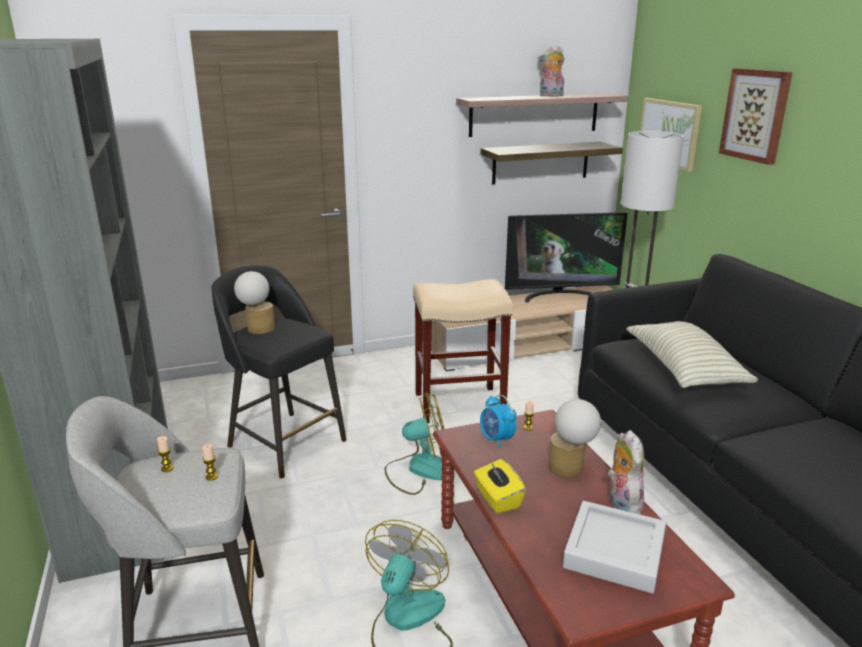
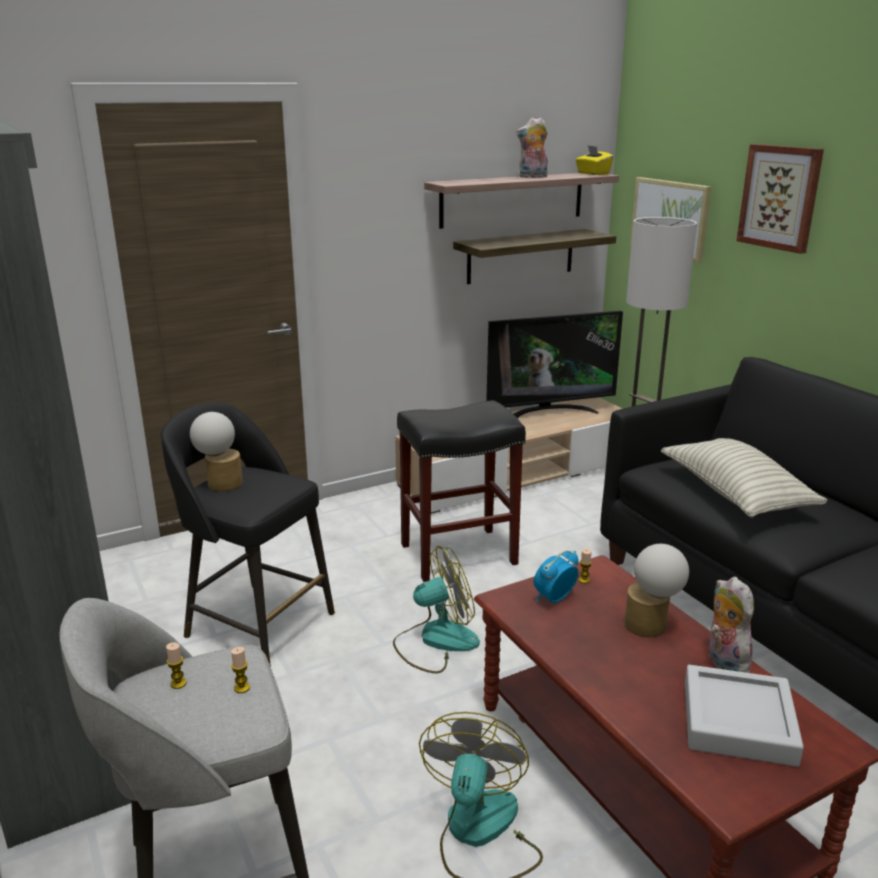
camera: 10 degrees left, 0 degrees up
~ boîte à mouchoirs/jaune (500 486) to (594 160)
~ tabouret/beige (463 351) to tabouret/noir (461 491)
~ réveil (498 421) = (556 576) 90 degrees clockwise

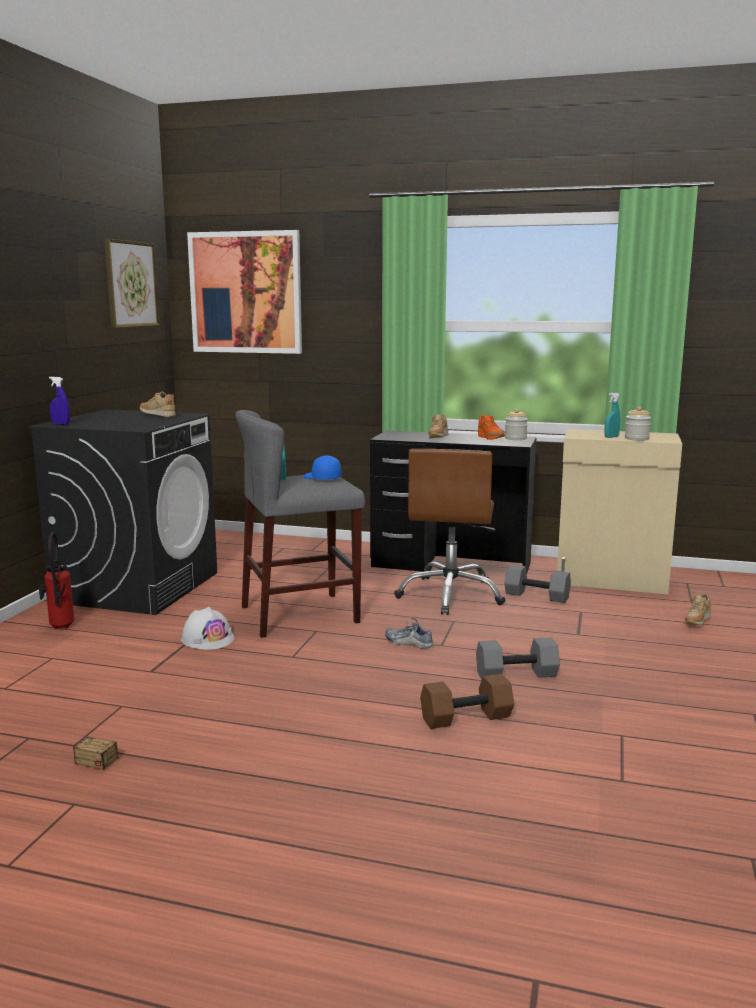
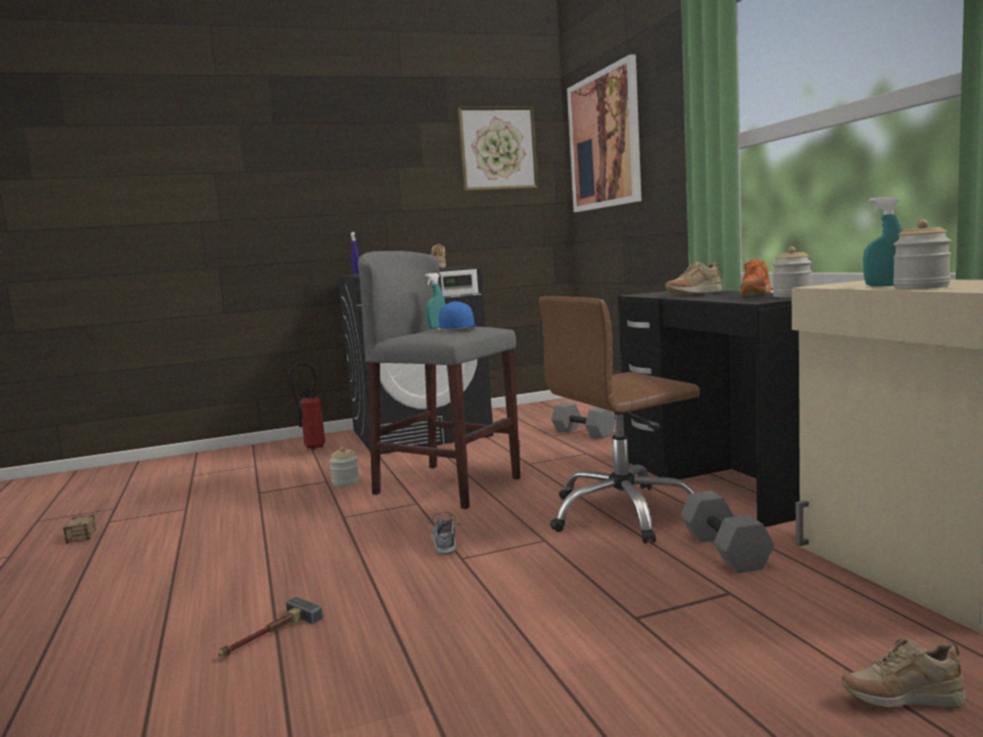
camera: 55 degrees right, 5 degrees down
~ haltère/gris (518 658) to (583 420)
~ casque de chantier/blanc (207 628) to bocal (344 467)
~ haltère/marron (467 701) to marteau (270 627)

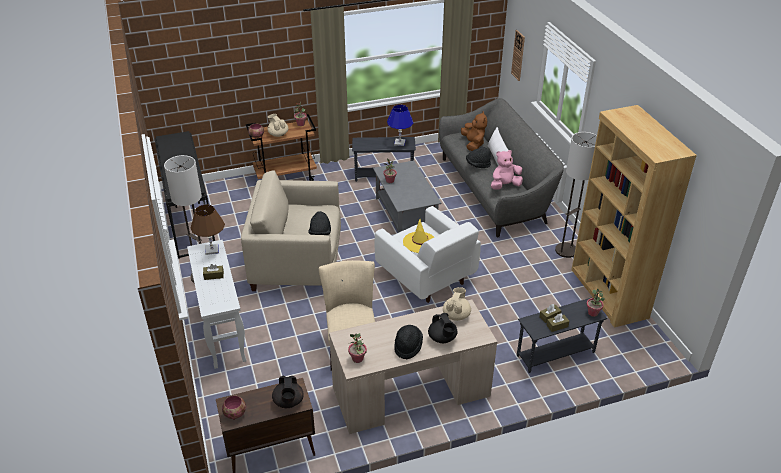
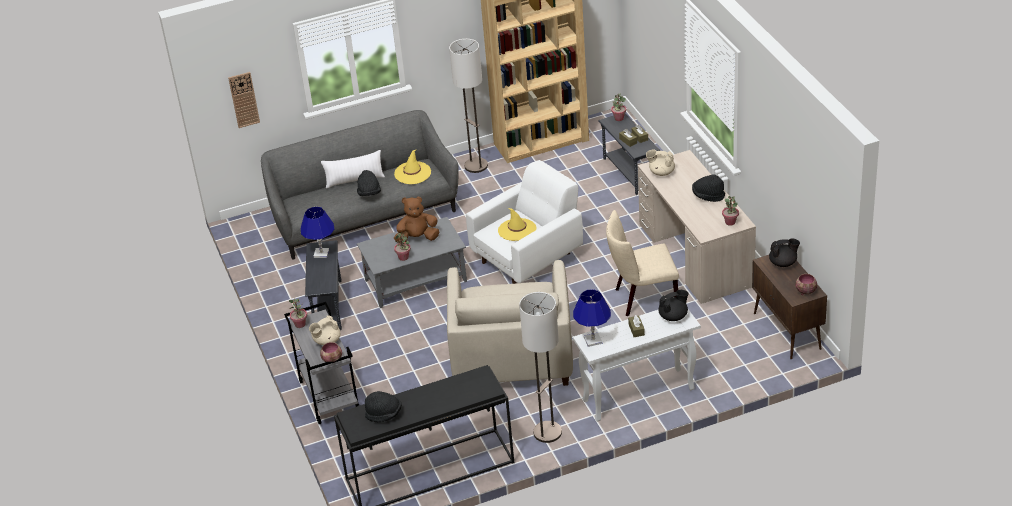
camera: 90 degrees left, 0 degrees up
~ chapeau/noir (319 223) to (383 406)
~ théière/noir (442 328) to (673 305)
~ peluche/marron (474 131) to (416 220)
~ peluche/rose (507 169) to chapeau/jaune (412 167)
~ lampe de table/marron (208 230) to lampe de table/bleu (592 318)
~ chariot/marron (281 147) to chariot/gris (322 363)

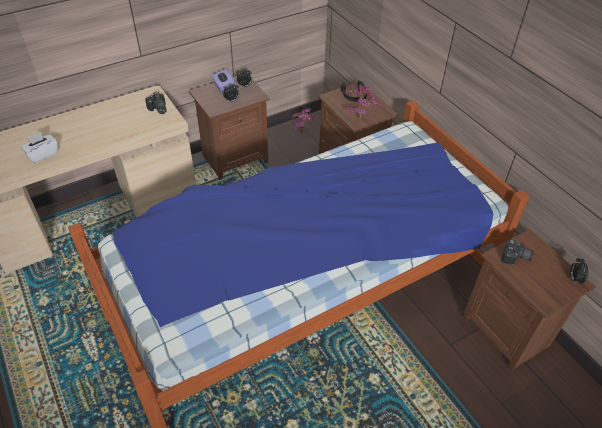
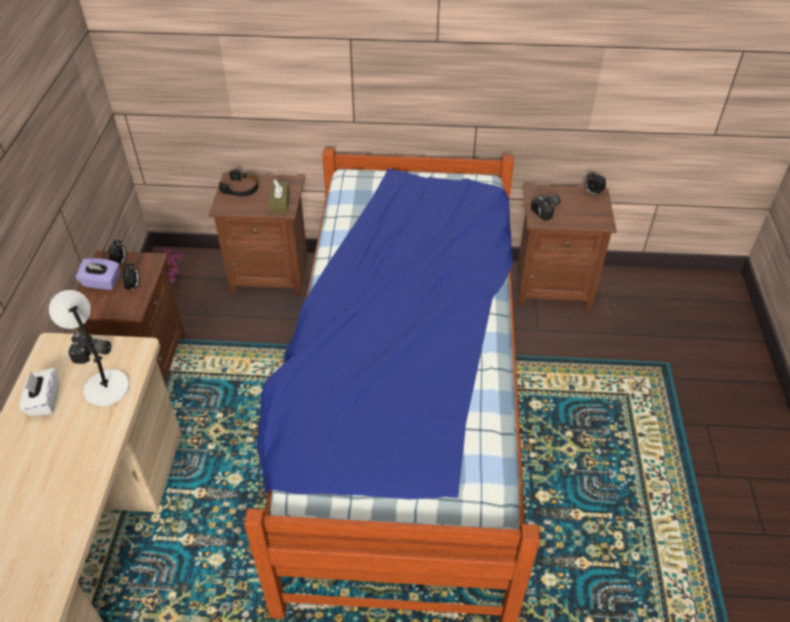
camera: 55 degrees left, 0 degrees up
+ lampe de table/blanc (89 348)
~ boîte à mouchoirs/blanc (39 147) to (39 392)
~ plante en pot (364 102) to boîte à mouchoirs/marron (279 196)

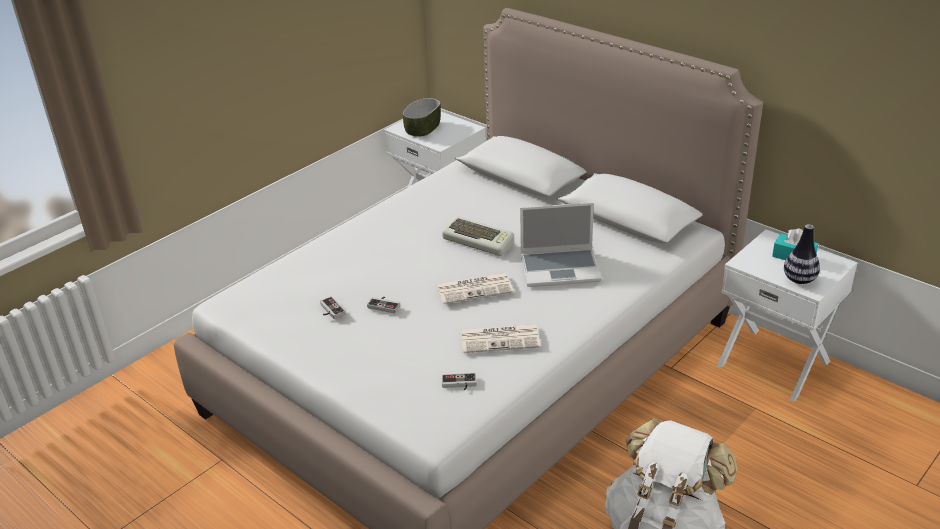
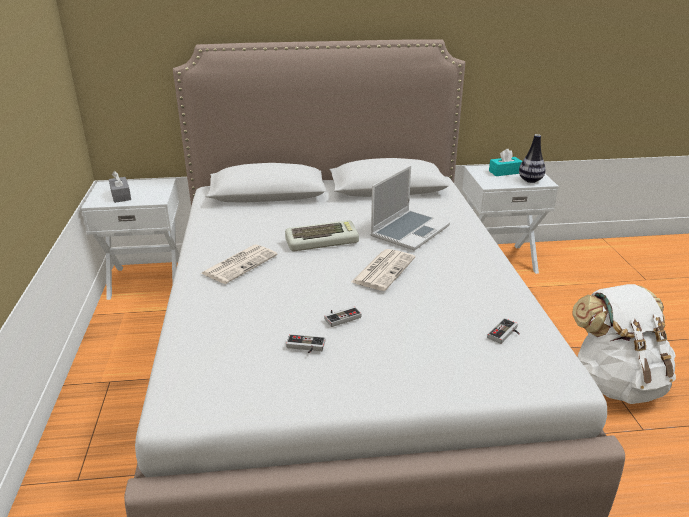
camera: 50 degrees left, 5 degrees down
~ journal (500 338) to (239 264)
~ bol (422 117) to boîte à mouchoirs/gris (120 187)

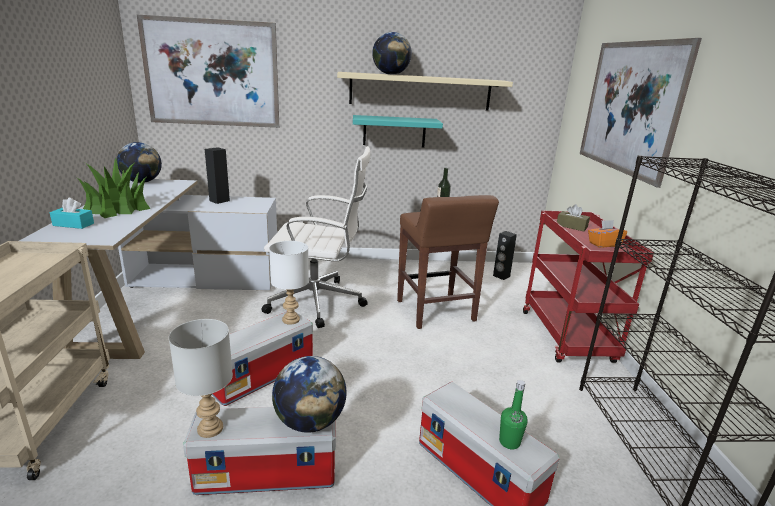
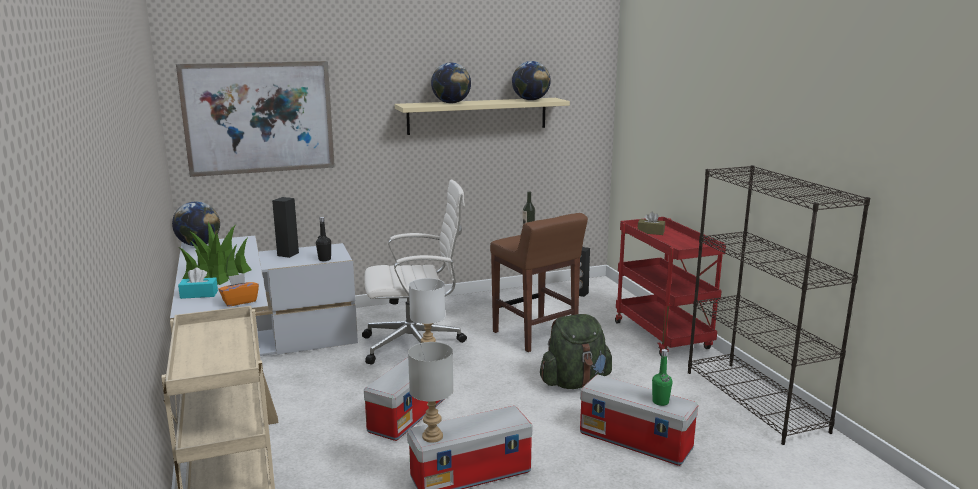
camera: 15 degrees left, 5 degrees down
- étagère/turquoise (398 131)
- tableau (641 113)
+ bouteille/noir (323 239)
+ sac à dos/vert (576 351)
~ globe (309 394) to (531 81)
~ boîte à mouchoirs/orange (607 234) to (238 290)

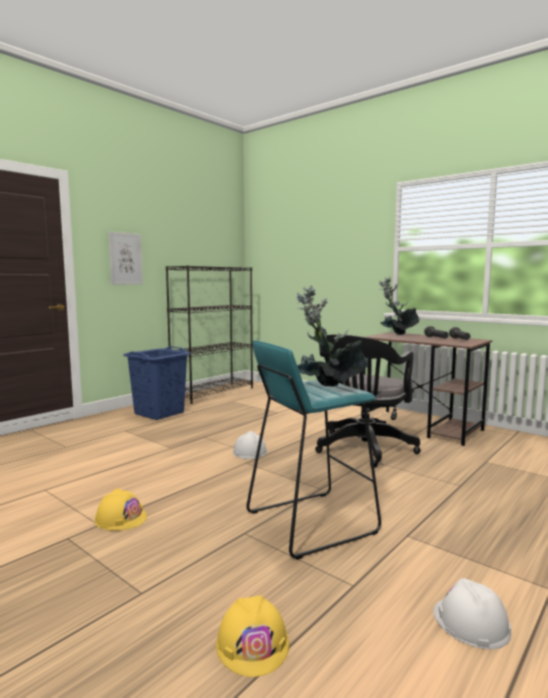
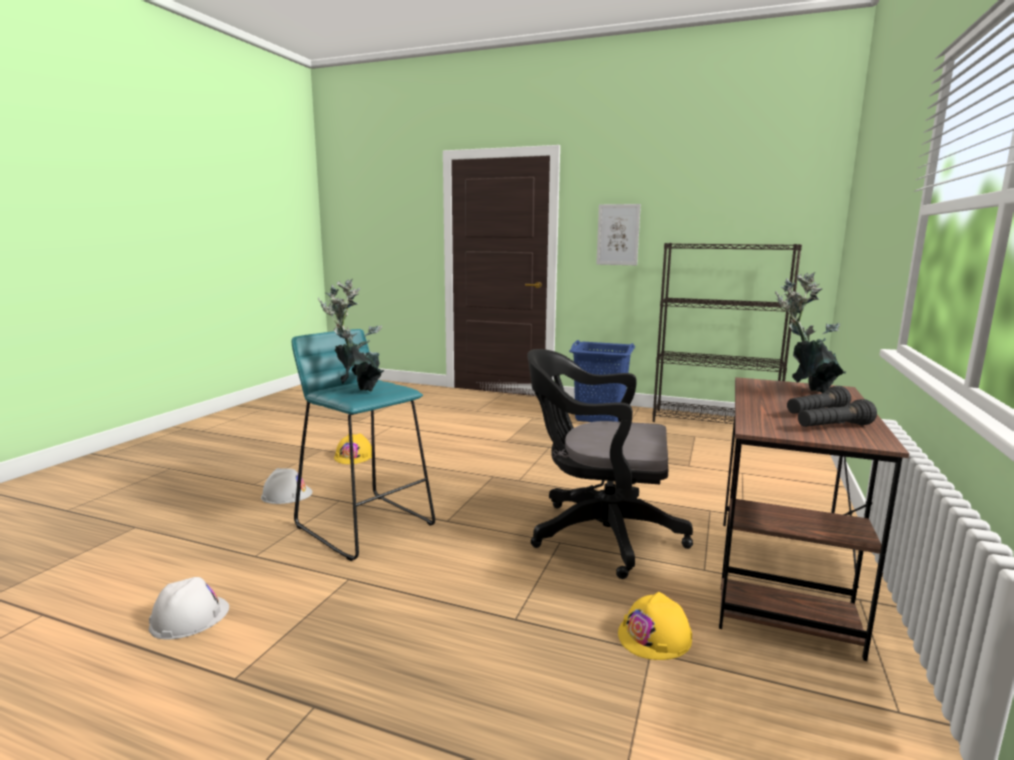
camera: 70 degrees right, 5 degrees up
~ casque de chantier/jaune (252 636) to (655 626)
~ casque de chantier/blanc (250 445) to (287 486)

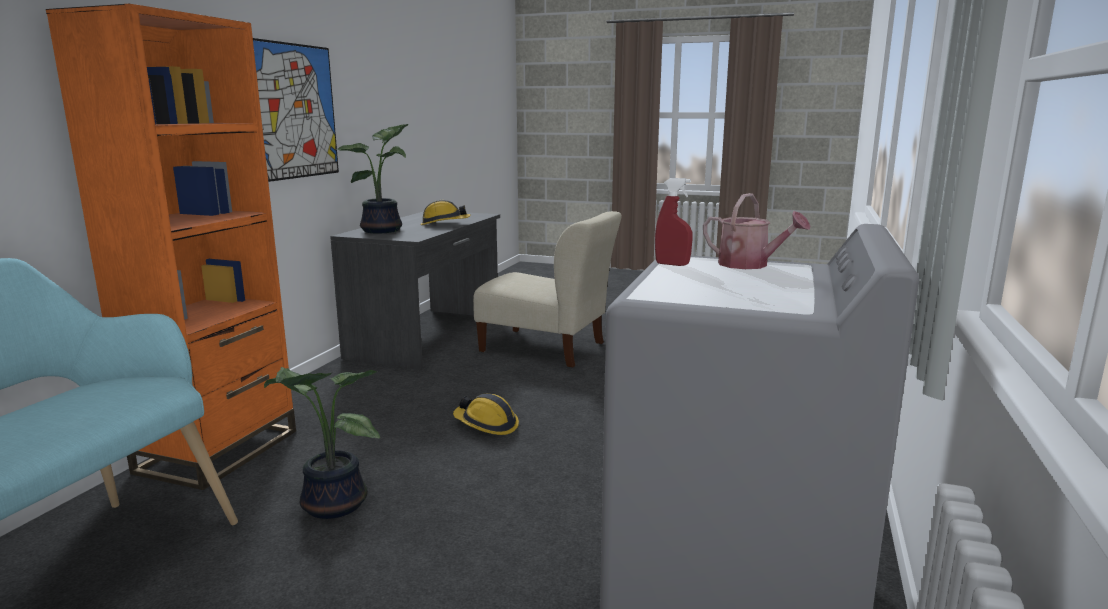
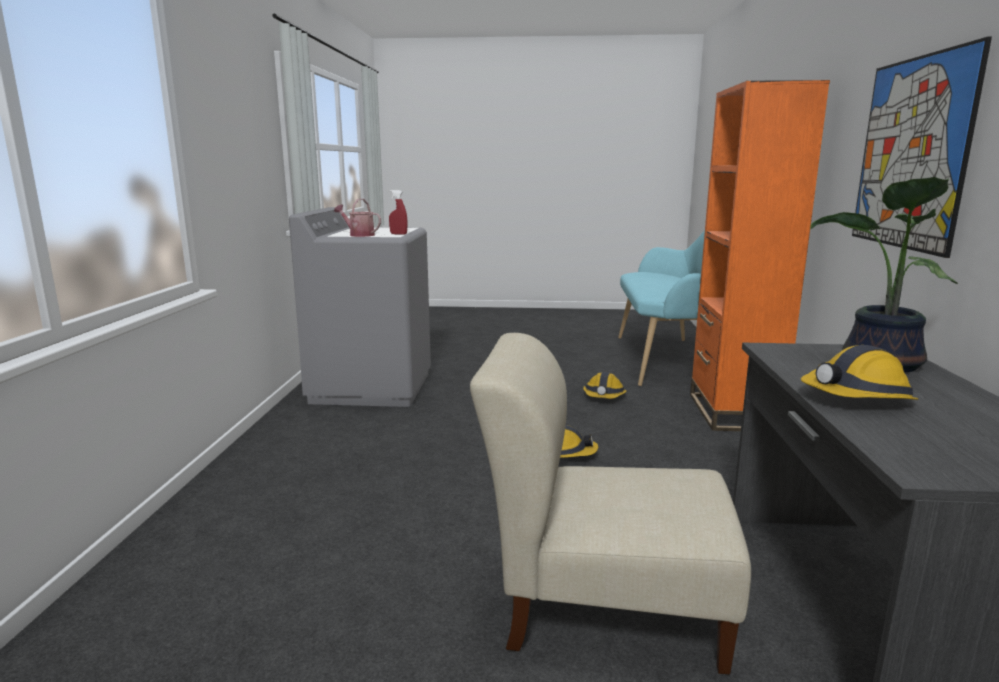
camera: 165 degrees right, 0 degrees up
~ plante en pot (322 443) to casque de chantier (604 385)

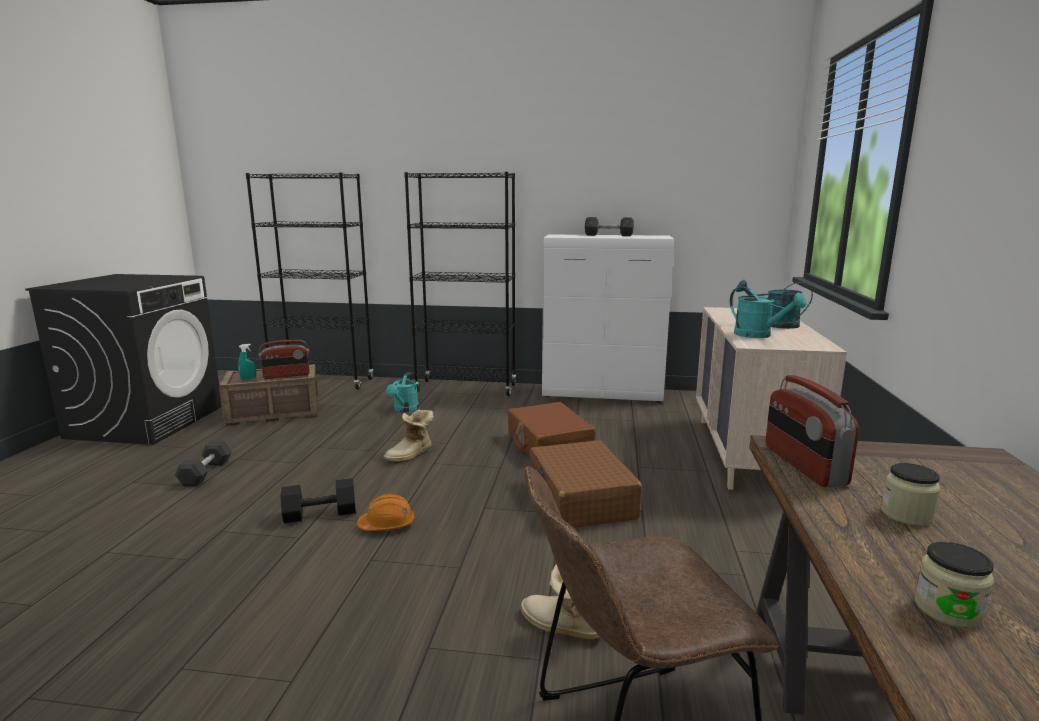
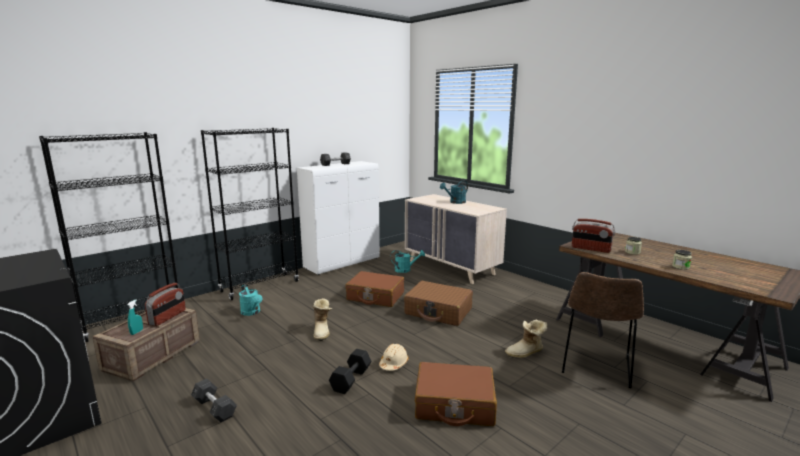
camera: 50 degrees left, 0 degrees up
+ valise/marron (456 394)
~ arrosoir/turquoise (768 312) to (408 261)
~ casque de chantier/orange (386 512) to casque de chantier/beige (394 357)

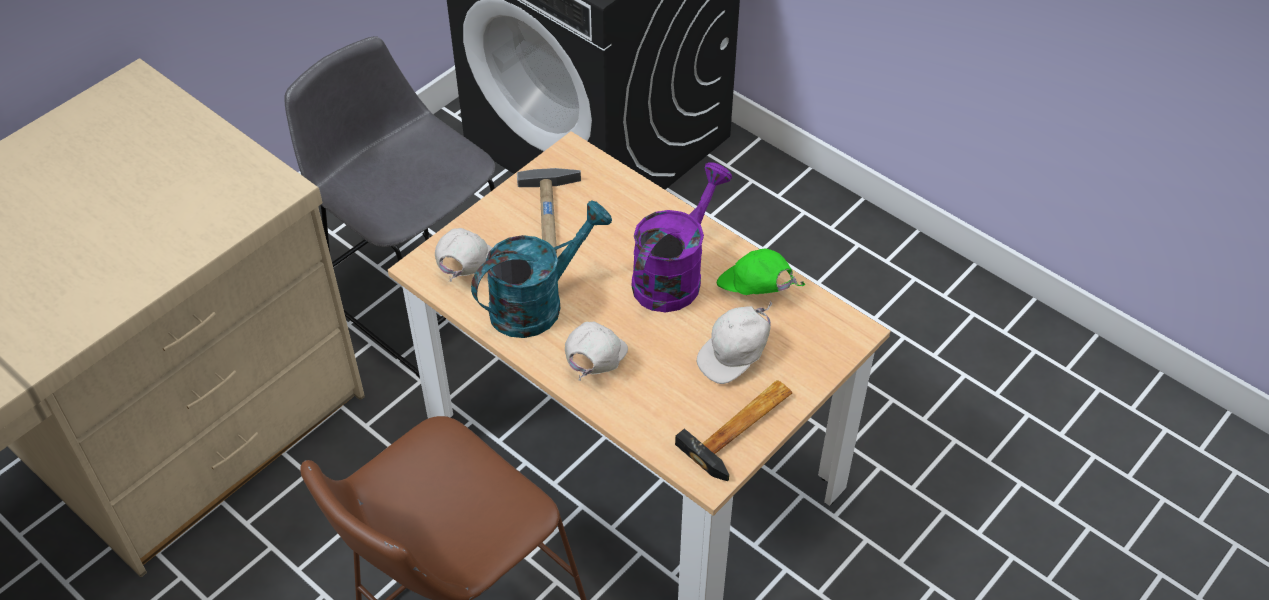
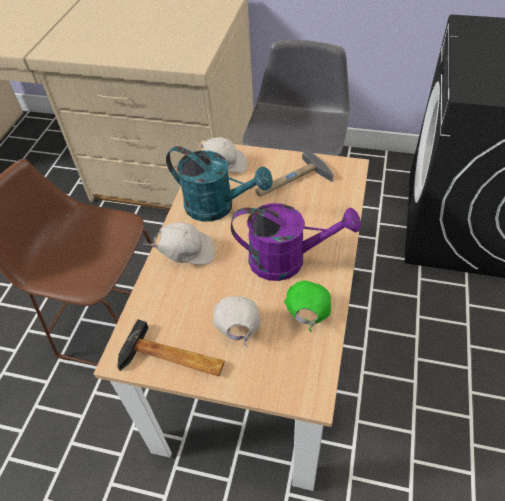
camera: 65 degrees right, 0 degrees up
~ casquette/blanc (734 342) = (237 321) 60 degrees clockwise

